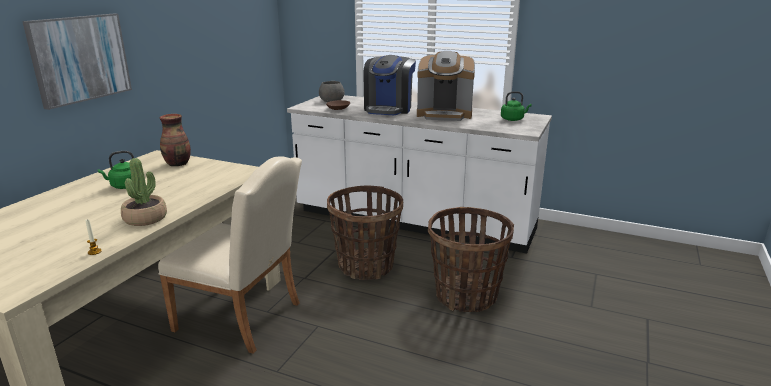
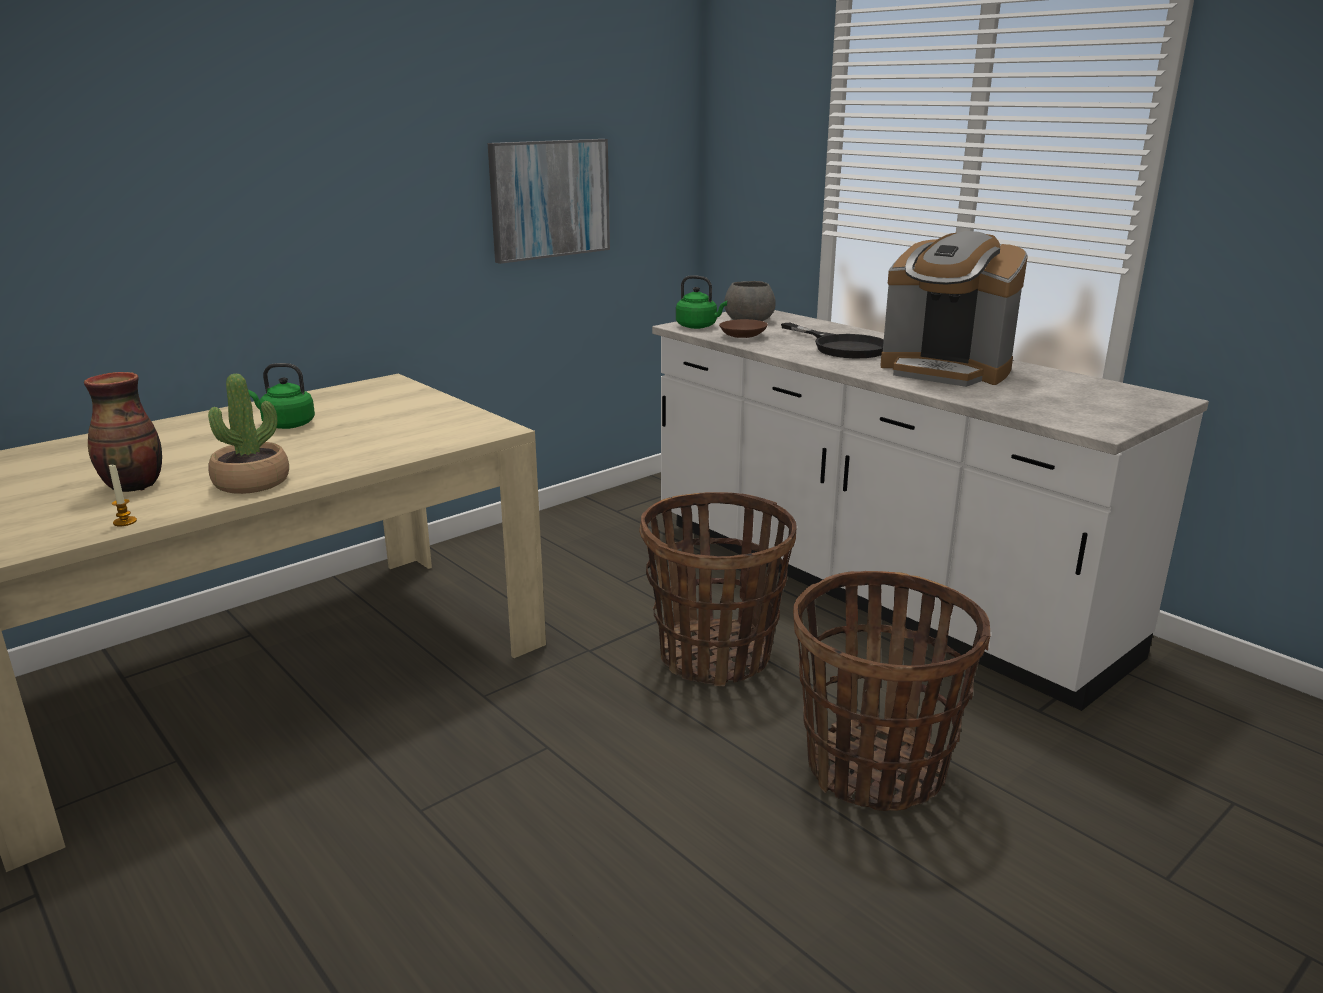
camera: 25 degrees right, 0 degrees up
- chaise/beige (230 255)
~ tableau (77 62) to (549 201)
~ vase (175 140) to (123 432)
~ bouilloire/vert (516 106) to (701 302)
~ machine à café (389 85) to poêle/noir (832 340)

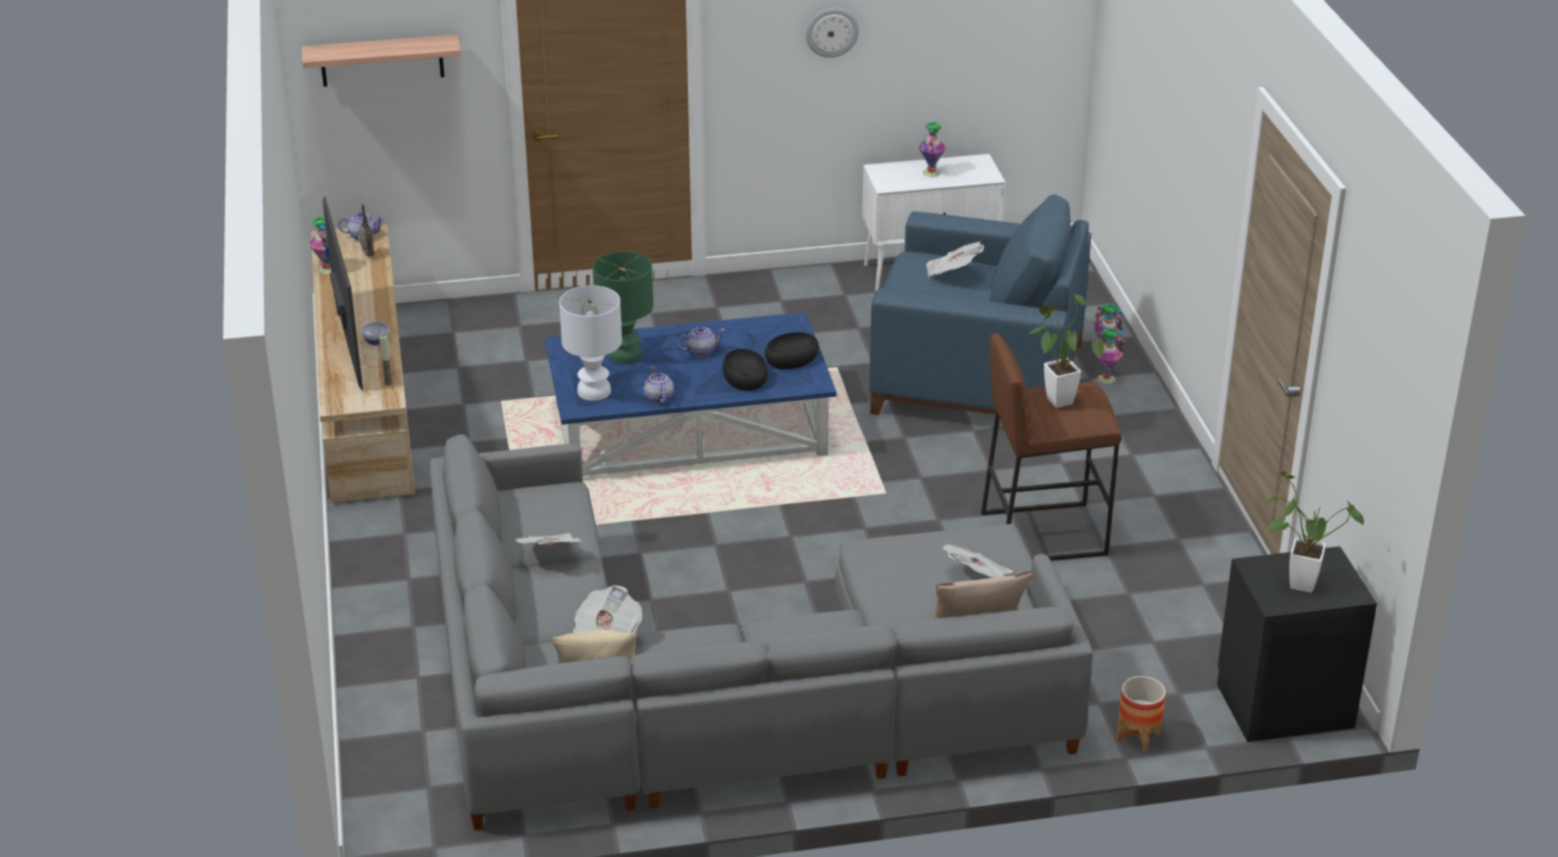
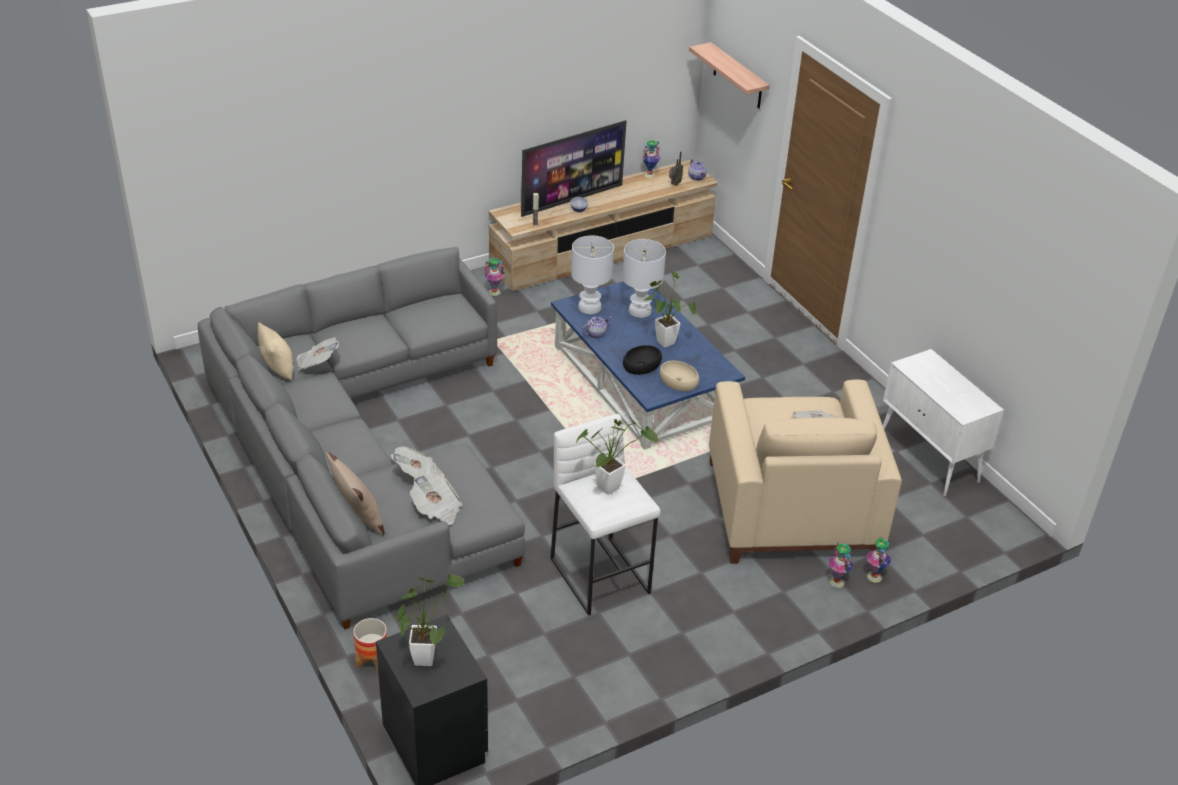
camera: 70 degrees right, 5 degrees up
- horloge murale (832 33)
~ journal (548 540) to (418 461)
~ vase (932 149) to (494 277)
~ théière (701 342) to plante en pot (670 310)
~ lampe de table/vert (623 307) to lampe de table/blanc (644 278)
~ bol/noir (792 350) to bol/beige (679 376)
~ fauteuil/bleu (980 304) to fauteuil/beige (805 472)
~ tabouret/marron (1051 447) to tabouret/blanc (605 515)

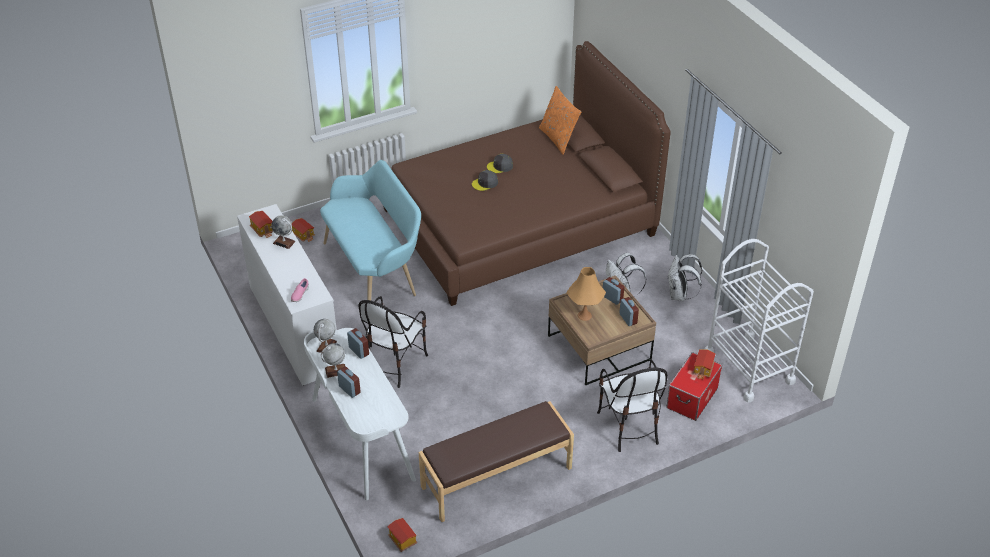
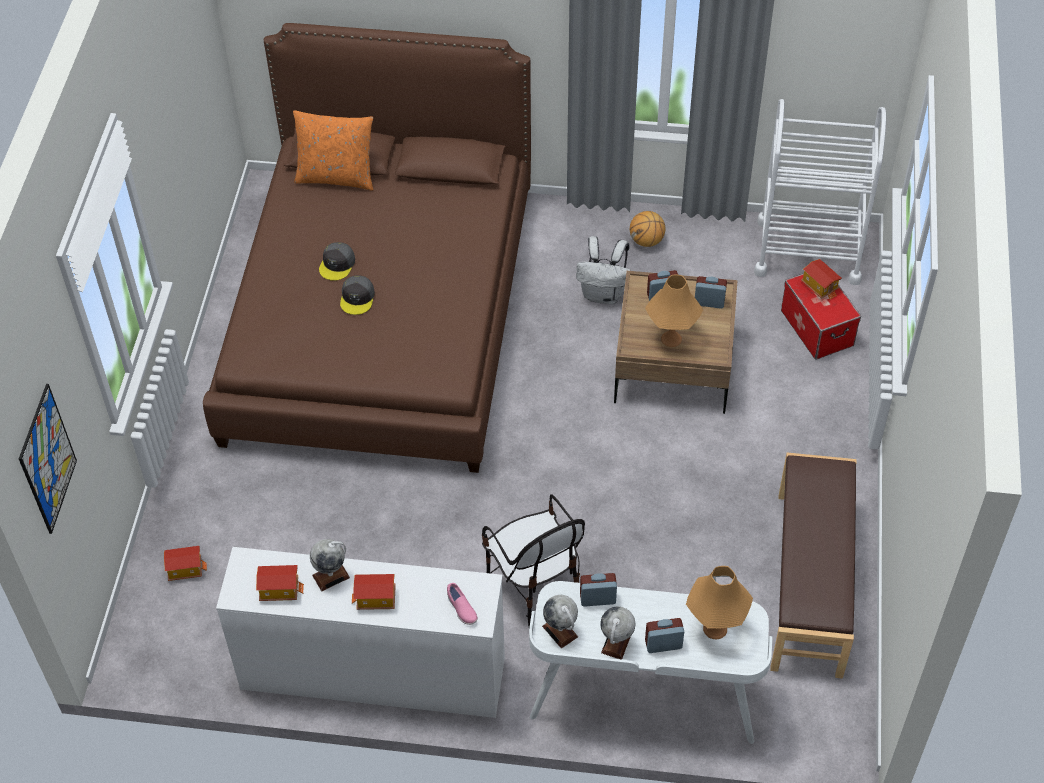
camera: 55 degrees left, 10 degrees up
- banc/turquoise (370 230)
- chaise (632 406)
+ tableau (48 459)
+ lampe de table/orange (719 602)
~ maison miniature (402 535) to (374 592)
~ sac à dos/blanc (685 277) to ballon de basket (647 229)

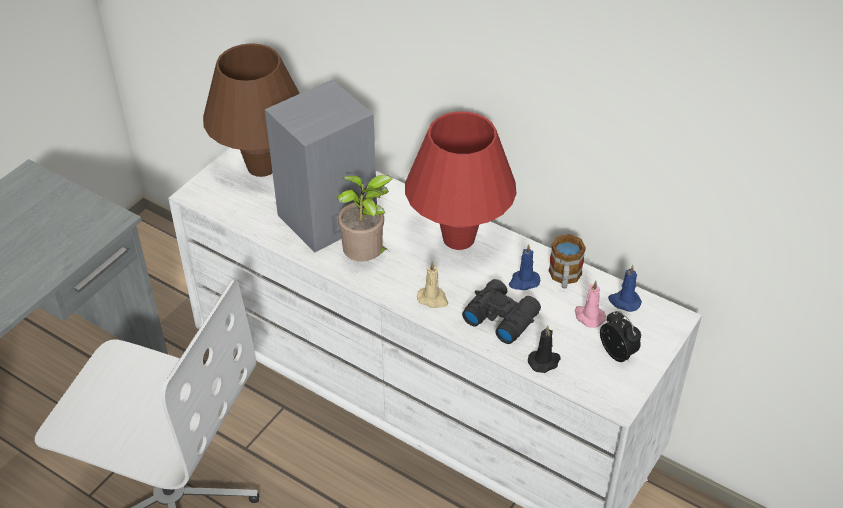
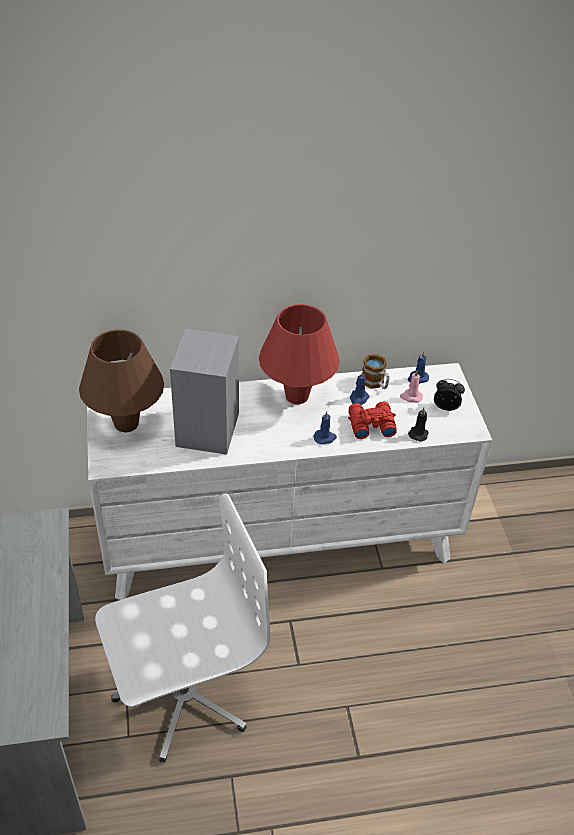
camera: 45 degrees left, 0 degrees up
- plante en pot (365 218)
~ bougie/beige (432 284) to bougie/bleu (325 428)
~ jumelles/noir (501 311) to jumelles/rouge (372 420)

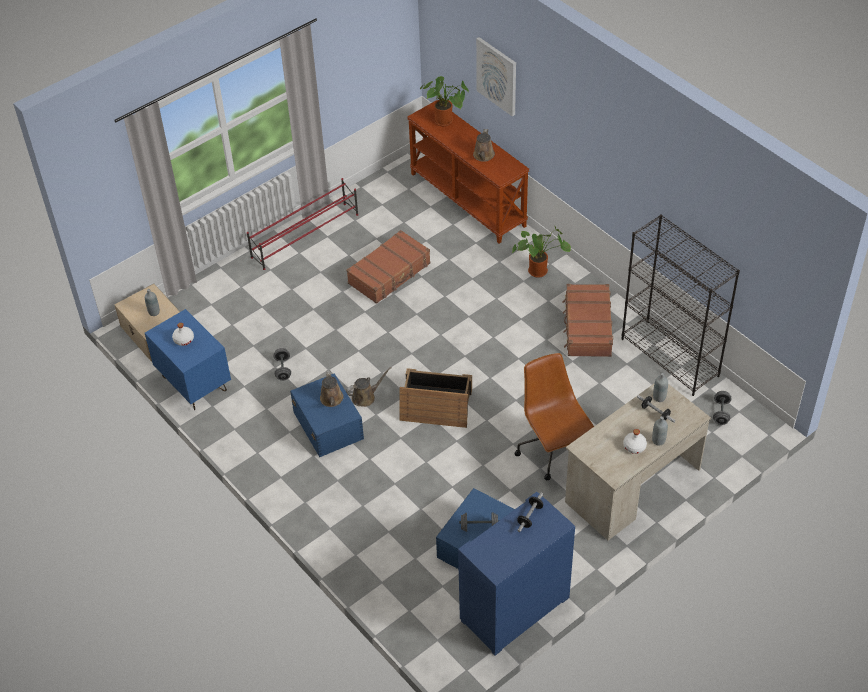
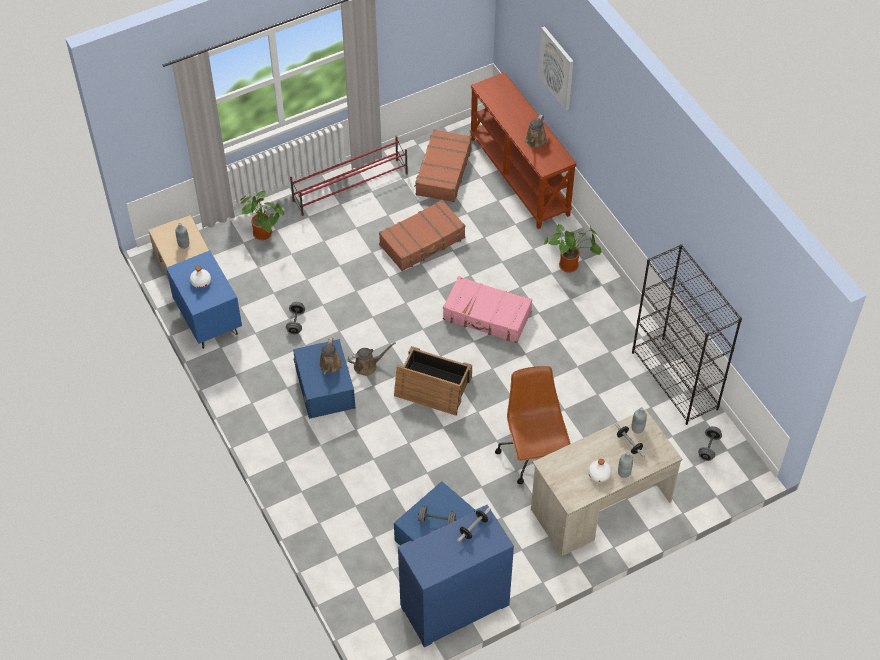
camera: 10 degrees right, 5 degrees up
+ valise/rose (487 309)
~ plante en pot (444 101) to (262 215)
~ valise/marron (587 320) to (443 165)

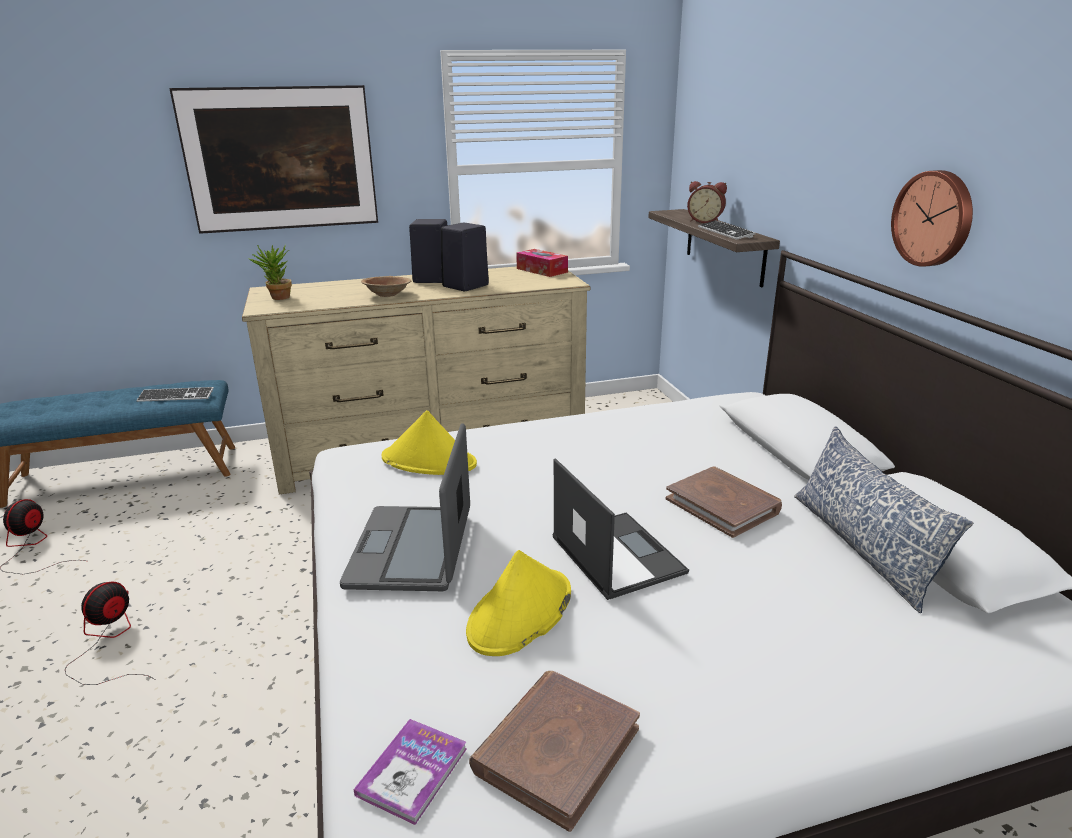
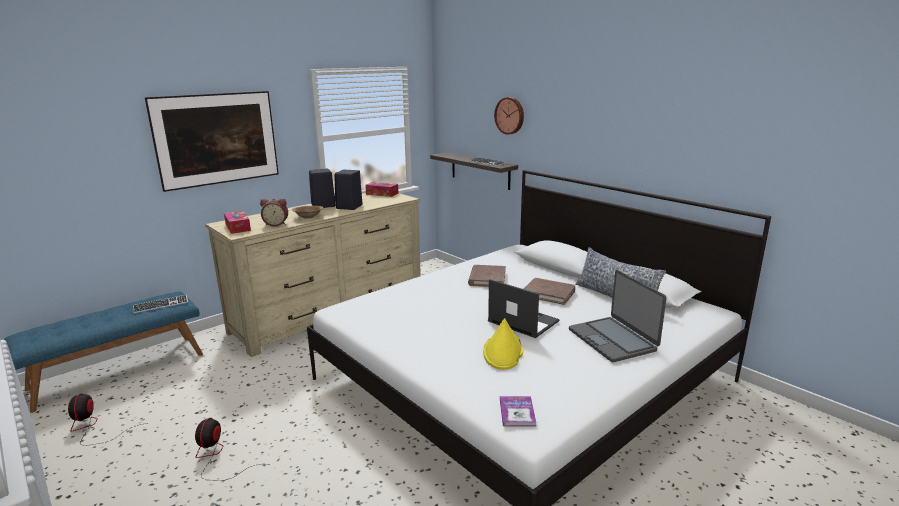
camera: 25 degrees left, 5 degrees down
- chapeau/jaune (429 442)
~ ordinateur portable (405 507) to (618 316)
~ livre/marron (554 751) to (487 276)
~ réveil (707 202) to (274 213)
~ horloge murale (932 218) to (509 116)
~ plante en pot (270 272) to boîte à mouchoirs (237 222)

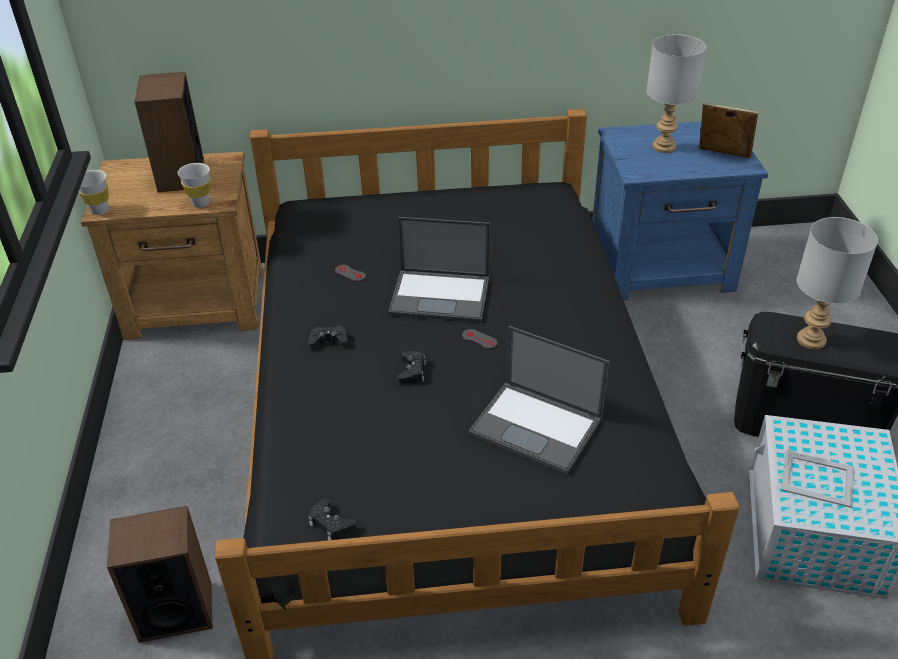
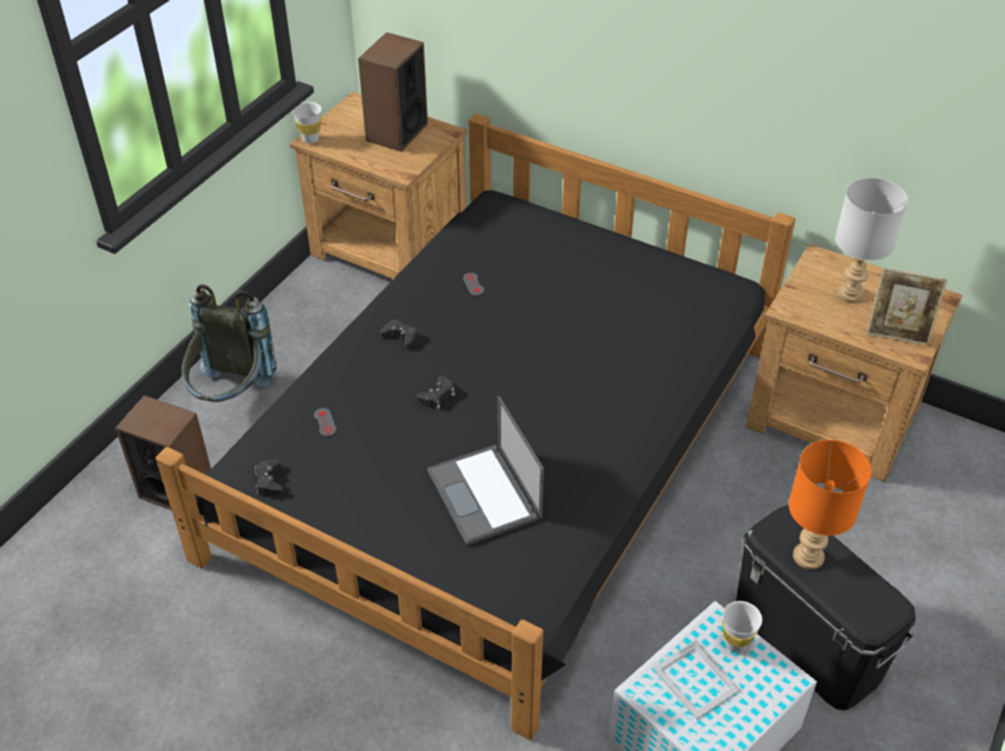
camera: 35 degrees right, 5 degrees up
- ordinateur portable (439 270)
+ sac à dos/gris (229 343)
~ tasse/blanc (194 185) to (742 626)
~ manette/gris (480 339) to (325 422)
~ table de chevet/bleu (680 210) to table de chevet/marron (854 363)
~ lampe de table/gris (837 283) to lampe de table/orange (830 505)
~ cadre photo (729 130) = (906 307) 135 degrees clockwise

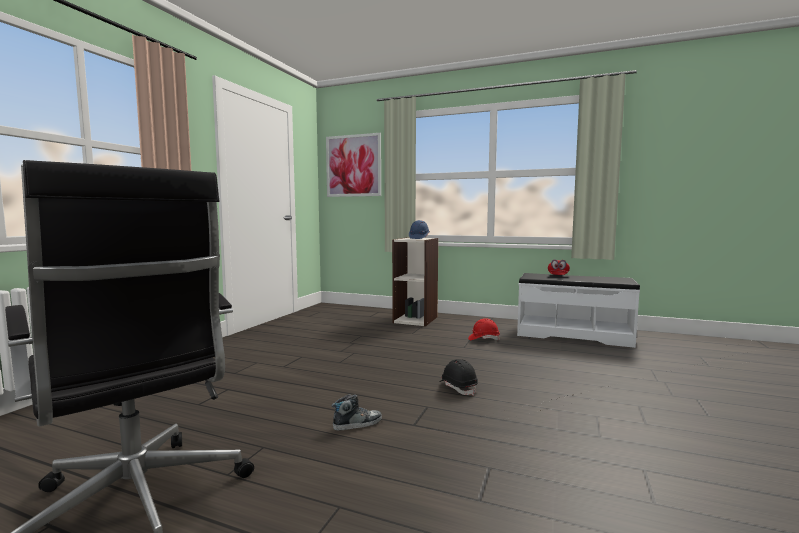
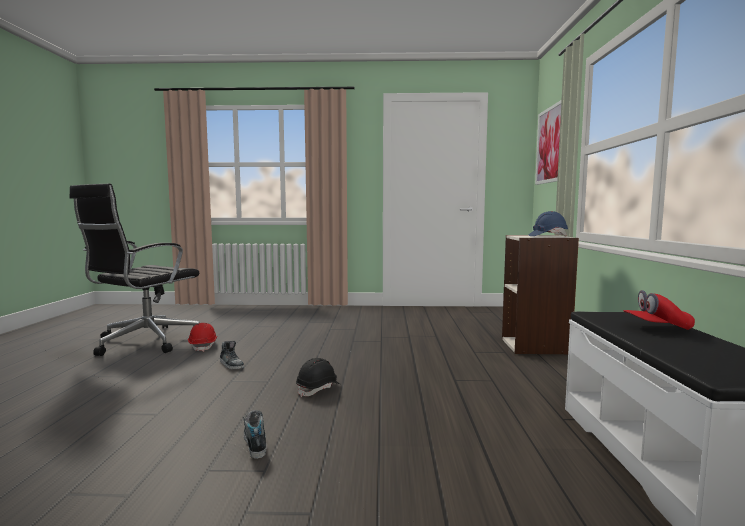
camera: 70 degrees right, 0 degrees up
+ chaussure (254 434)
~ casque de chantier/rouge (484 329) to (202 337)

